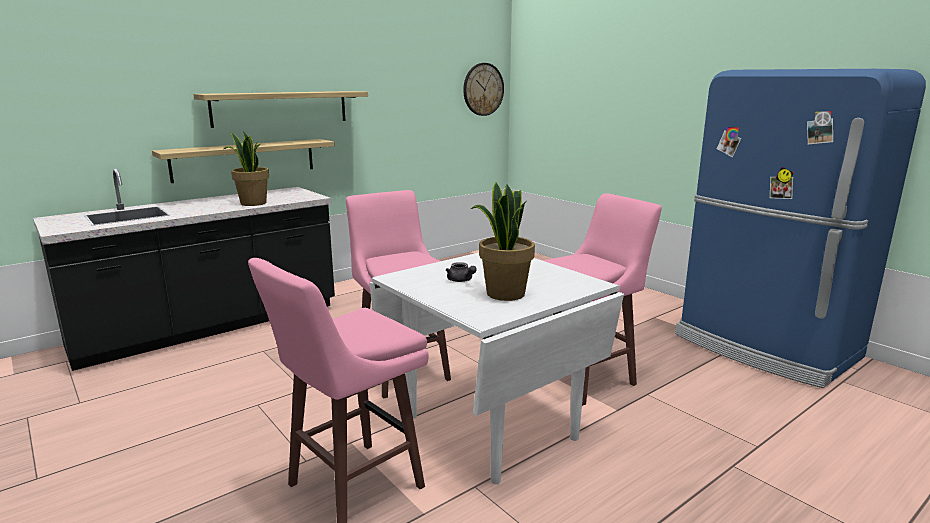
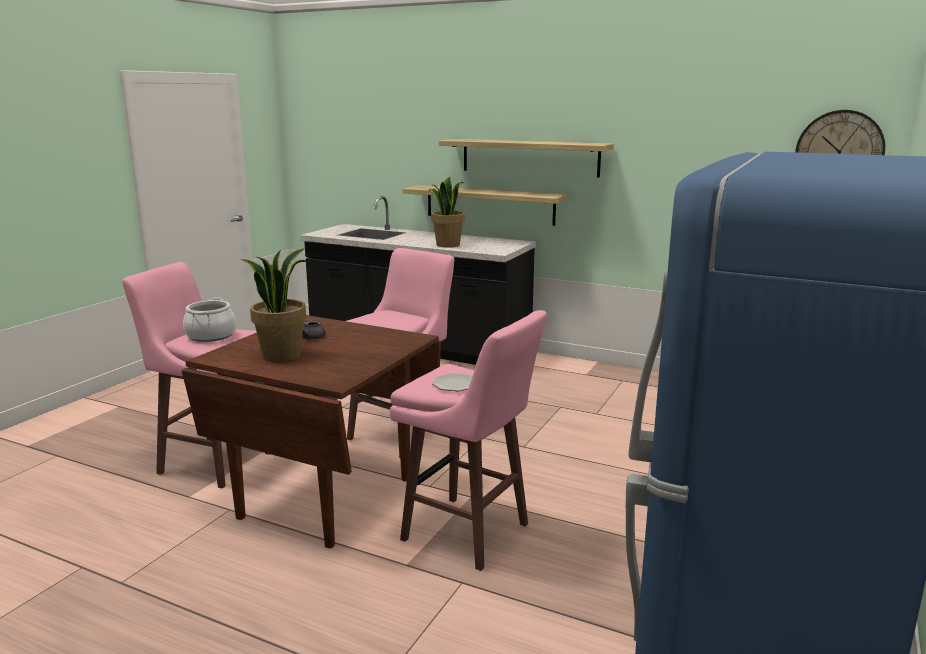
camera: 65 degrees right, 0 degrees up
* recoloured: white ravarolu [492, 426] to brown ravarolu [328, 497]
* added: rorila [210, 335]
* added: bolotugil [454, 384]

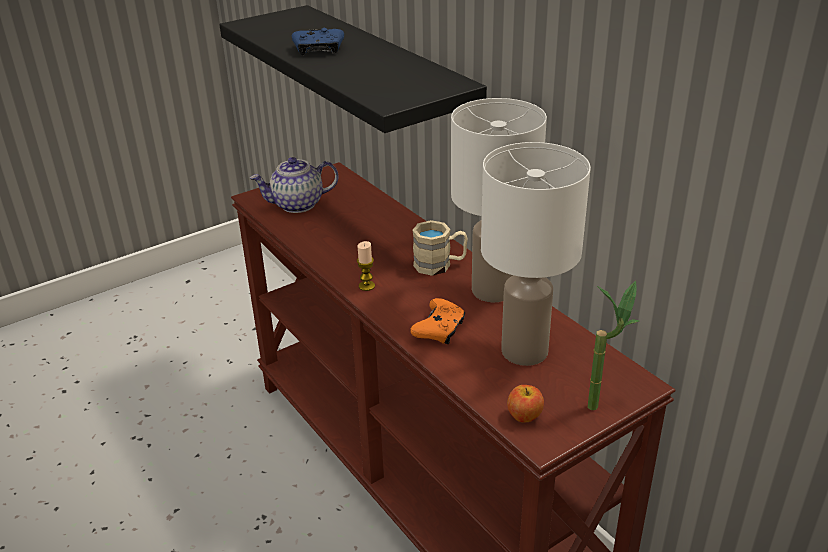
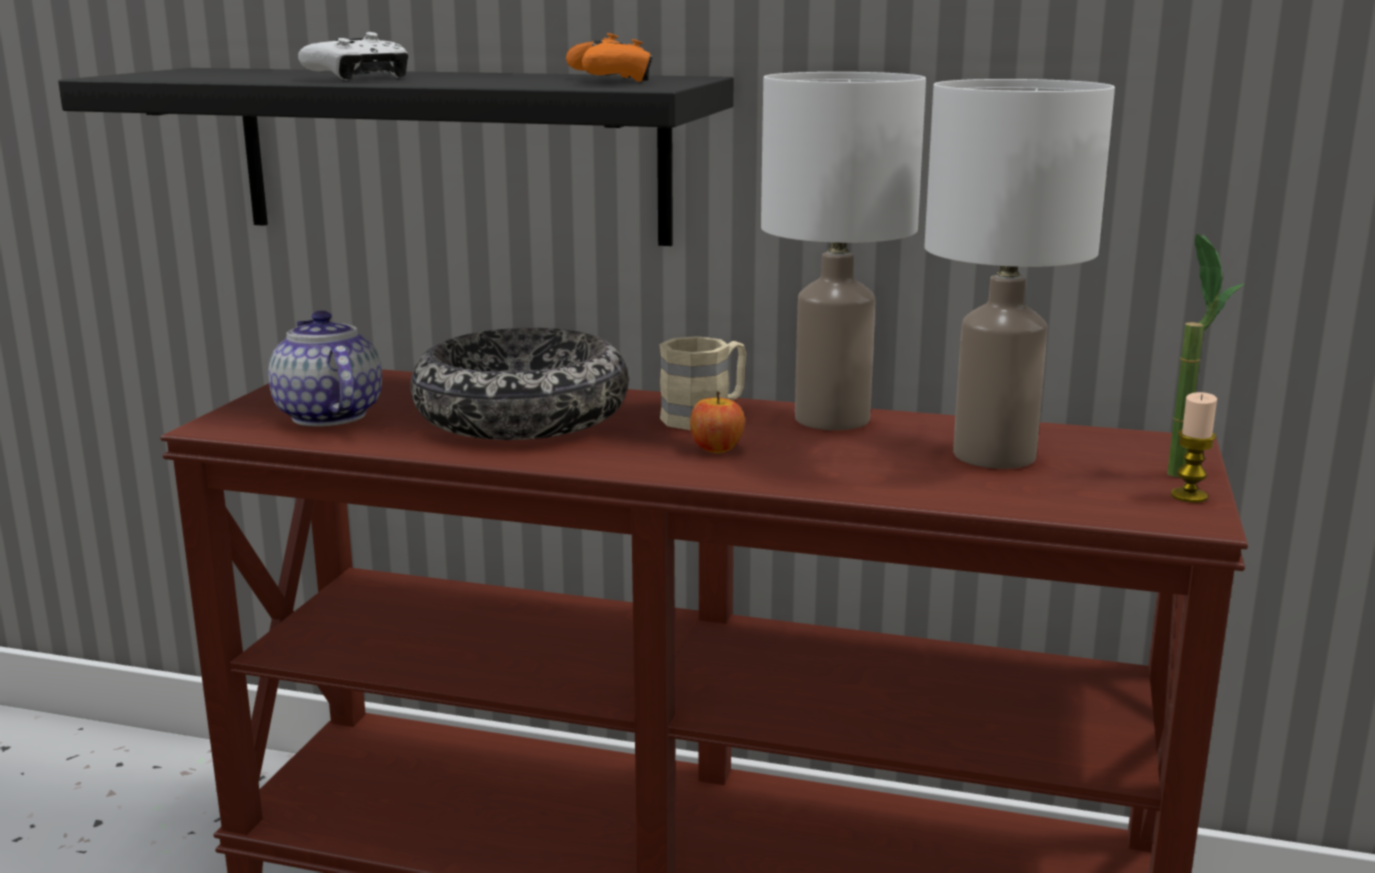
camera: 40 degrees left, 15 degrees down
* turned: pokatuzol [297, 205] = [327, 415] 120 degrees clockwise
* recoloured: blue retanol [318, 50] to white retanol [360, 78]
* added: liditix [522, 416]
* moved: orange retanol [439, 330] to [611, 80]
* moved: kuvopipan [524, 416] to [717, 448]
* moved: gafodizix [366, 286] to [1189, 496]

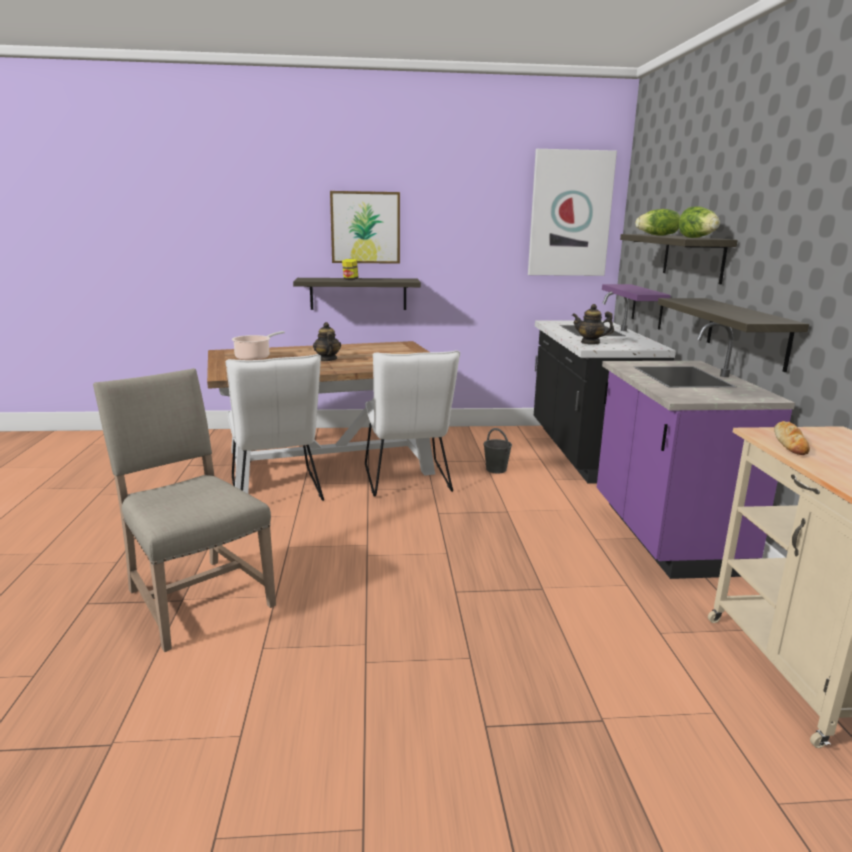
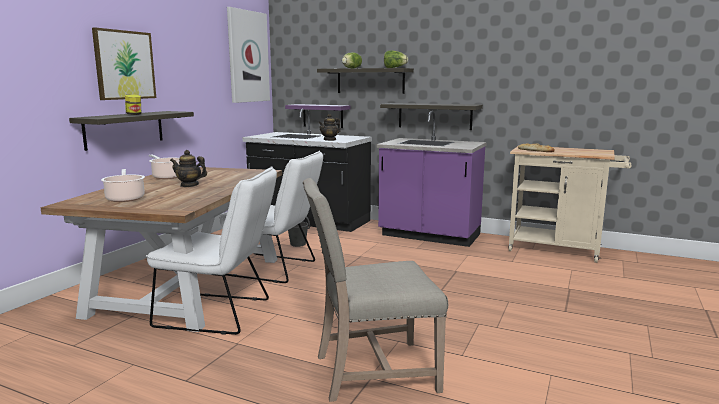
camera: 60 degrees left, 5 degrees down
* added: rorila [167, 177]

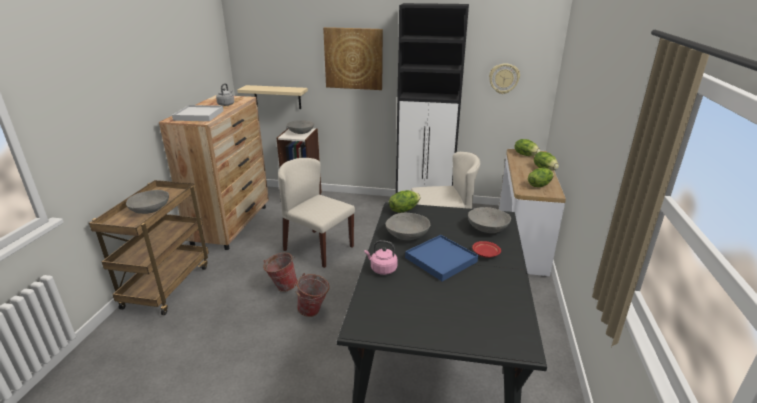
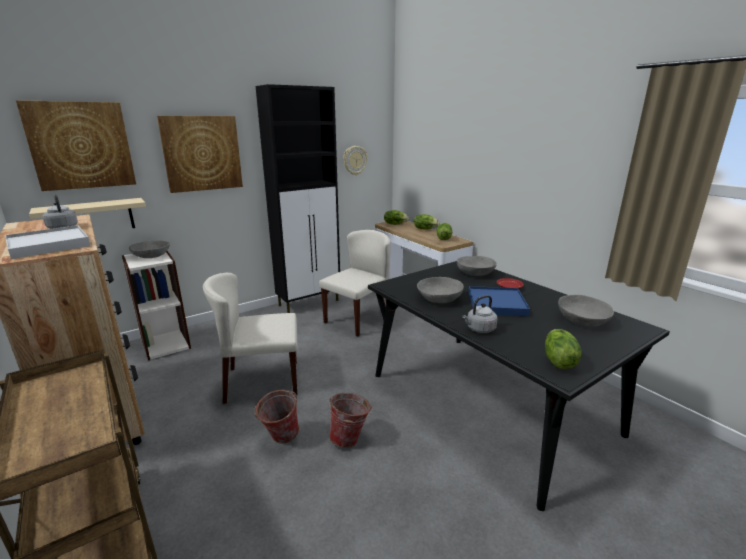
camera: 45 degrees left, 5 degrees down
* added: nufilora [81, 145]
* recoloured: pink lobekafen [382, 269] to grey lobekafen [479, 329]
* moved: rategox [403, 209] to [558, 361]
* moved: grey liditix [150, 209] to [582, 320]

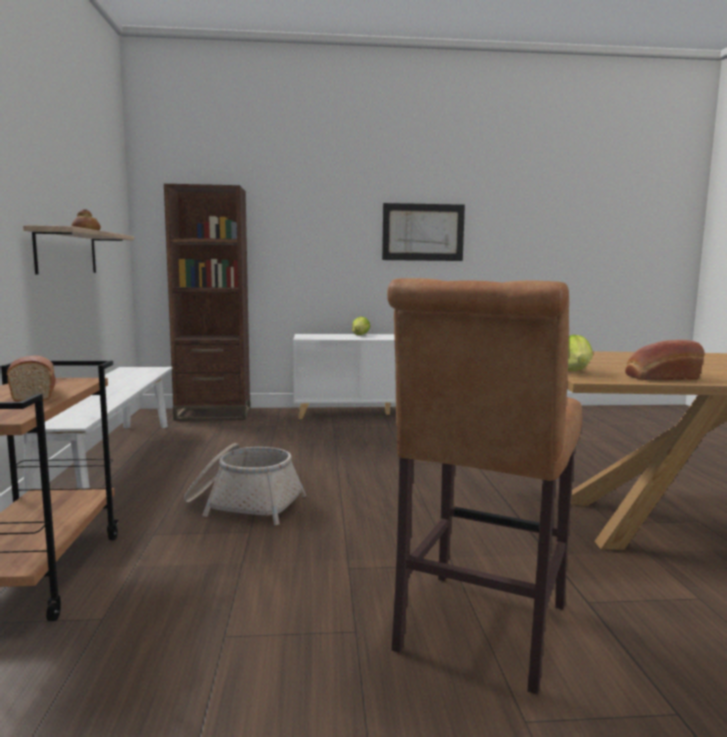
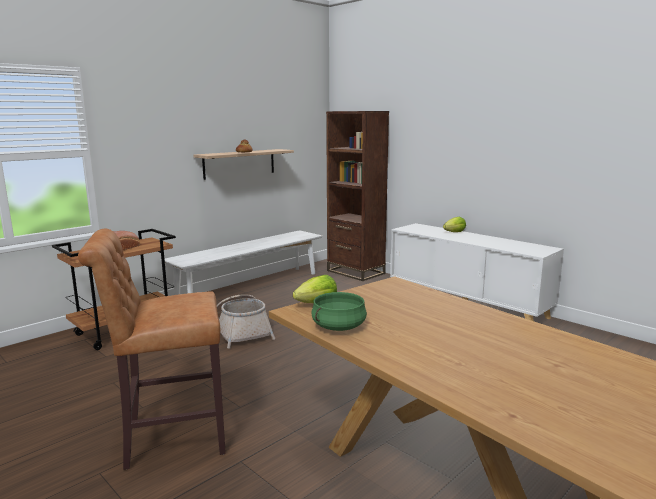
camera: 50 degrees right, 5 degrees up
* replaced: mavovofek [660, 377] to green rorila [338, 326]
* removed: nufilora [423, 232]

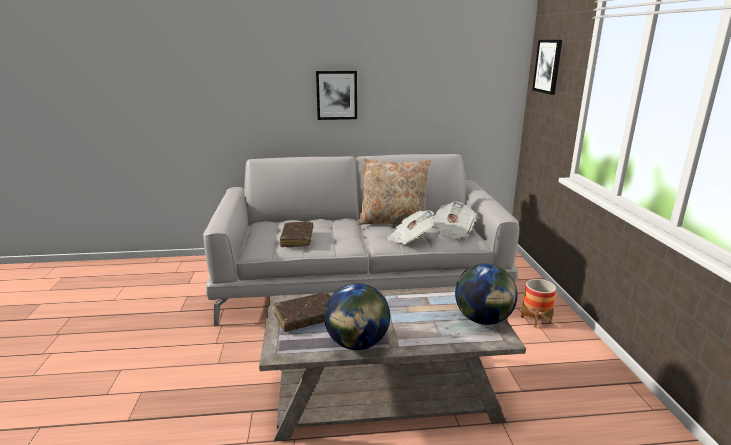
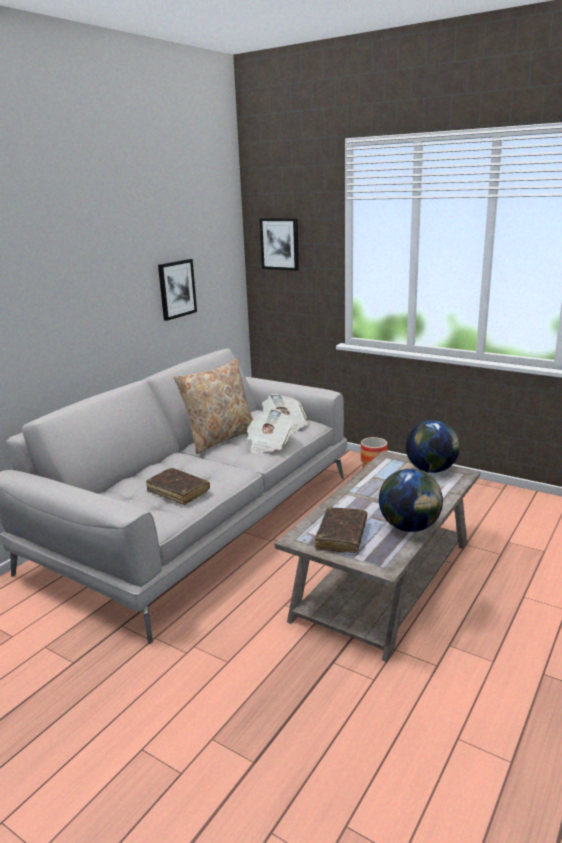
camera: 50 degrees left, 0 degrees up
* moved: nufilora [336, 95] to [176, 289]

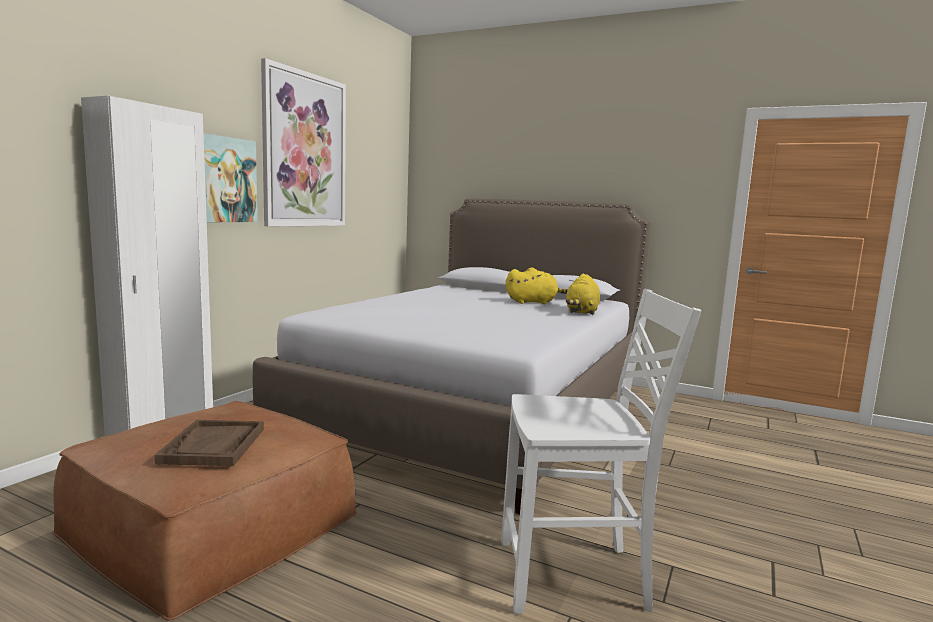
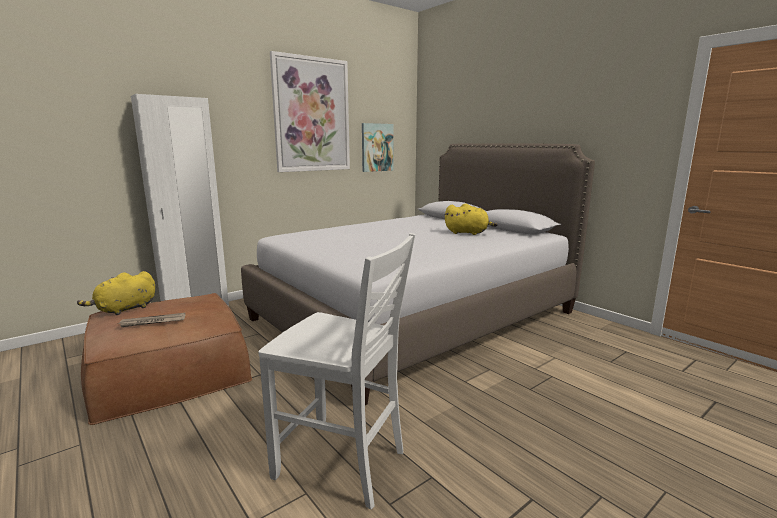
camera: 25 degrees right, 5 degrees up
* moved: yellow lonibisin [582, 312] to [124, 309]
* replaced: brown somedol [213, 445] to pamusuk [152, 322]
* moved: nufilora [226, 180] to [377, 147]

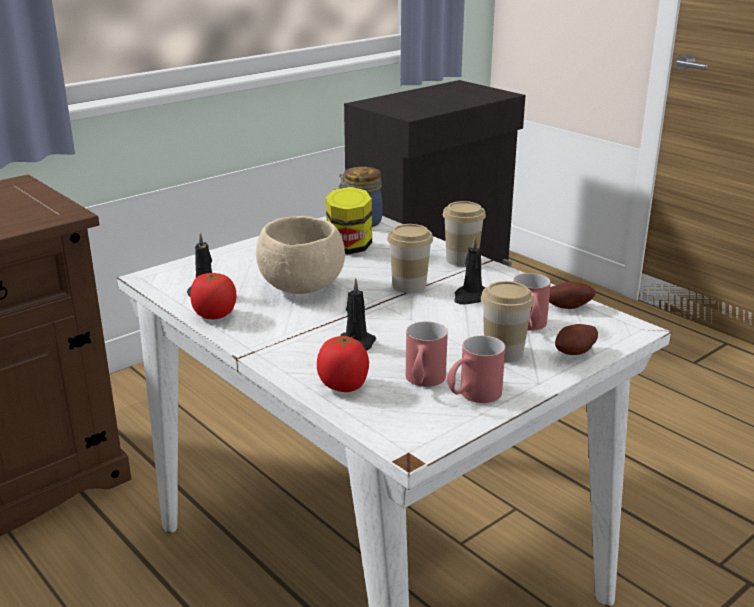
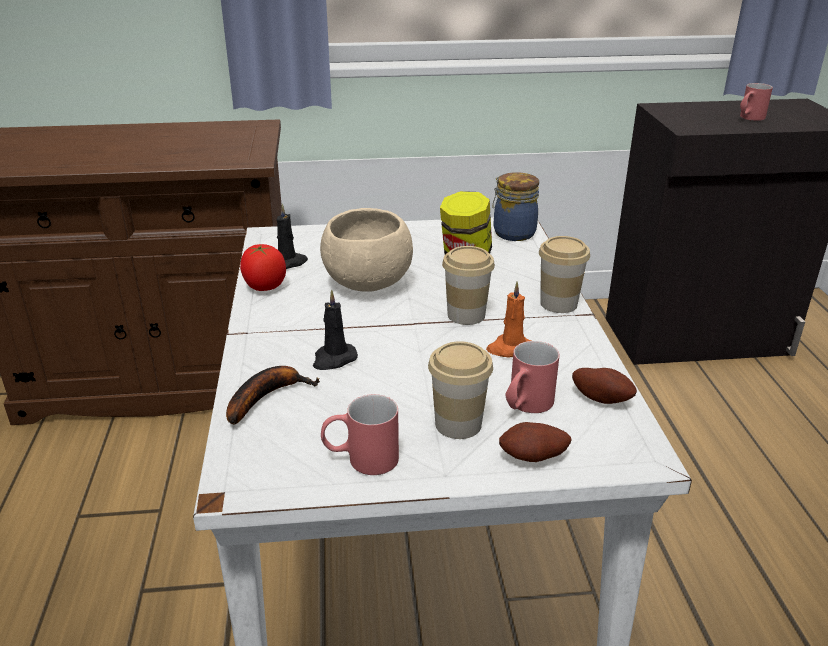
camera: 35 degrees right, 5 degrees up
* replaced: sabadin [344, 386] to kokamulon [267, 397]
* recoloured: black gafodizix [470, 297] to orange gafodizix [509, 349]
* moved: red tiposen [423, 382] to [749, 118]

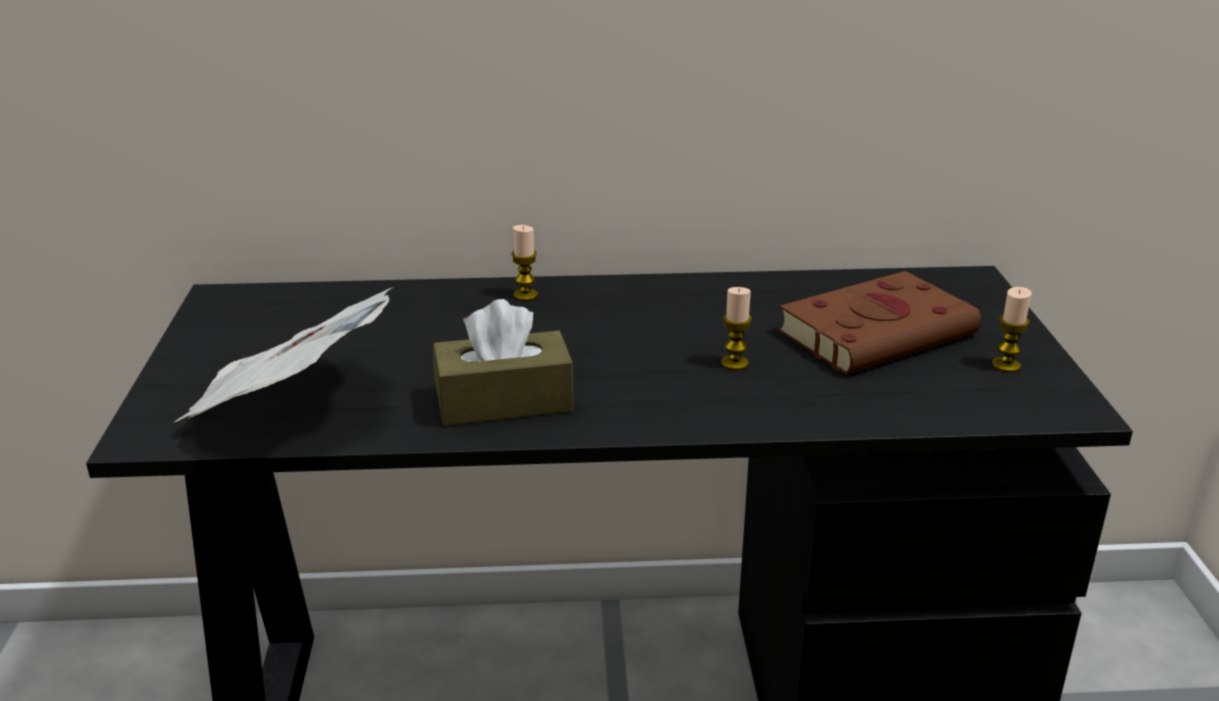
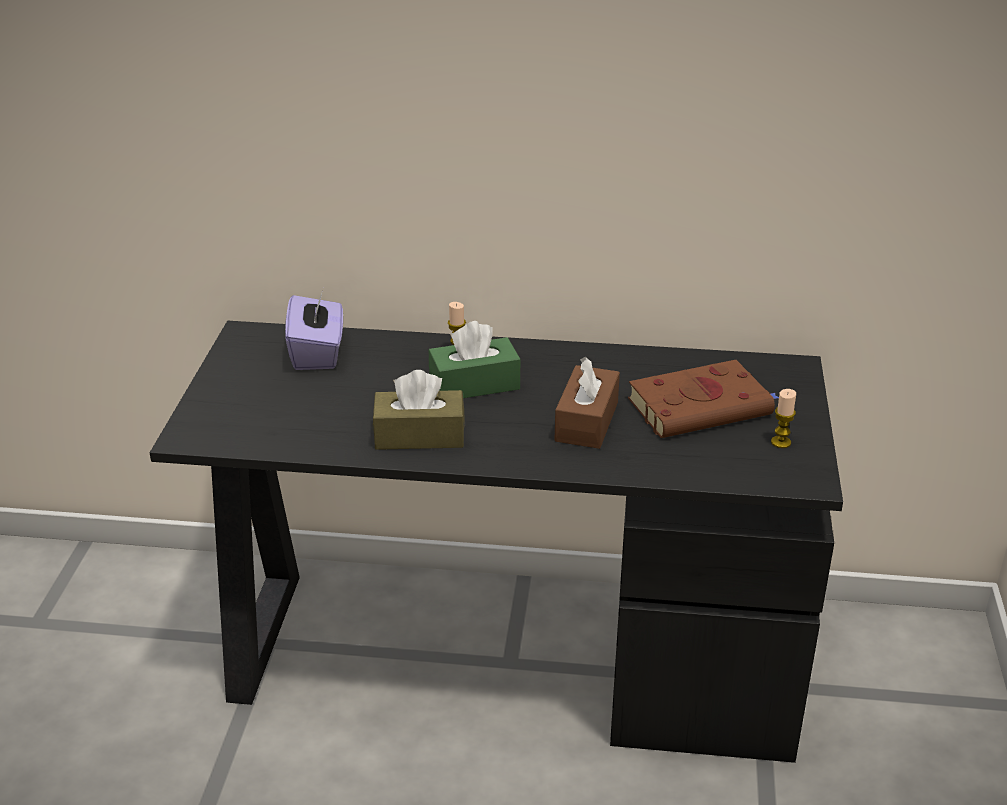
camera: 10 degrees right, 5 degrees up
* added: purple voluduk [317, 353]
* added: green voluduk [474, 384]
* replaced: gafodizix [734, 363] to brown voluduk [586, 421]
* removed: pamusuk [292, 406]

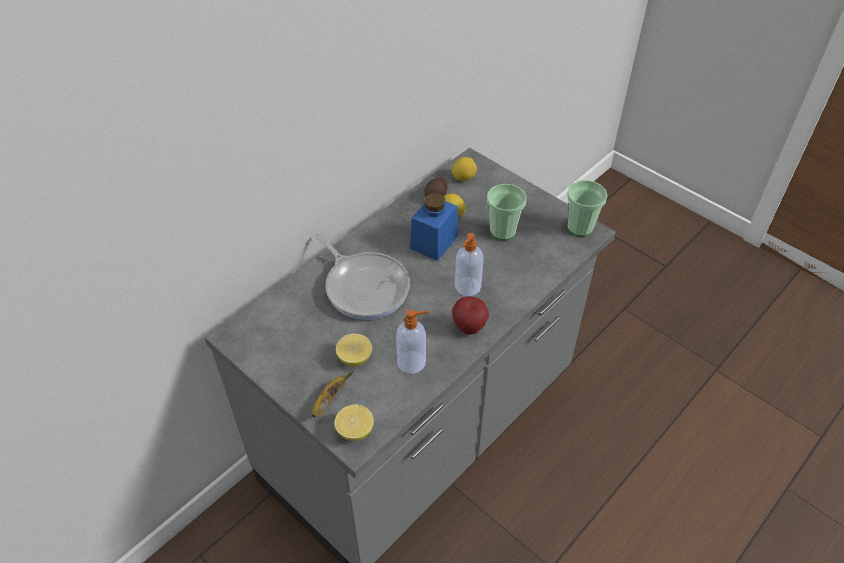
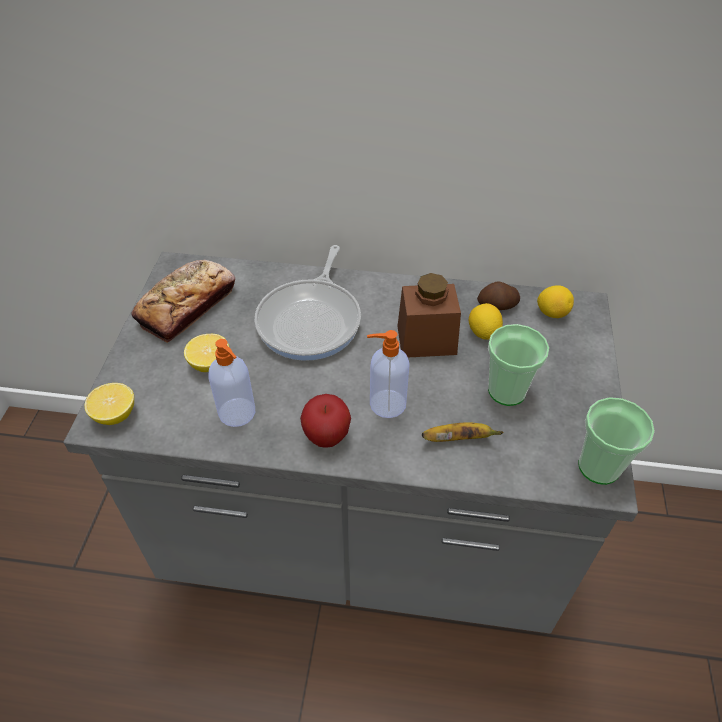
camera: 55 degrees right, 0 degrees up
* added: mavovofek [187, 306]
* recoloured: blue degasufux [434, 242] to brown degasufux [426, 340]
* moved: kokamulon [329, 400] to [458, 439]

